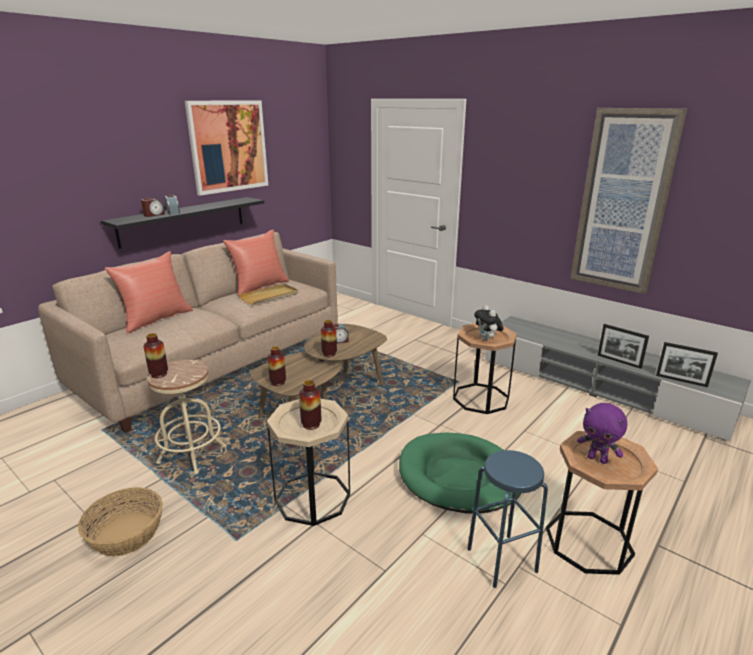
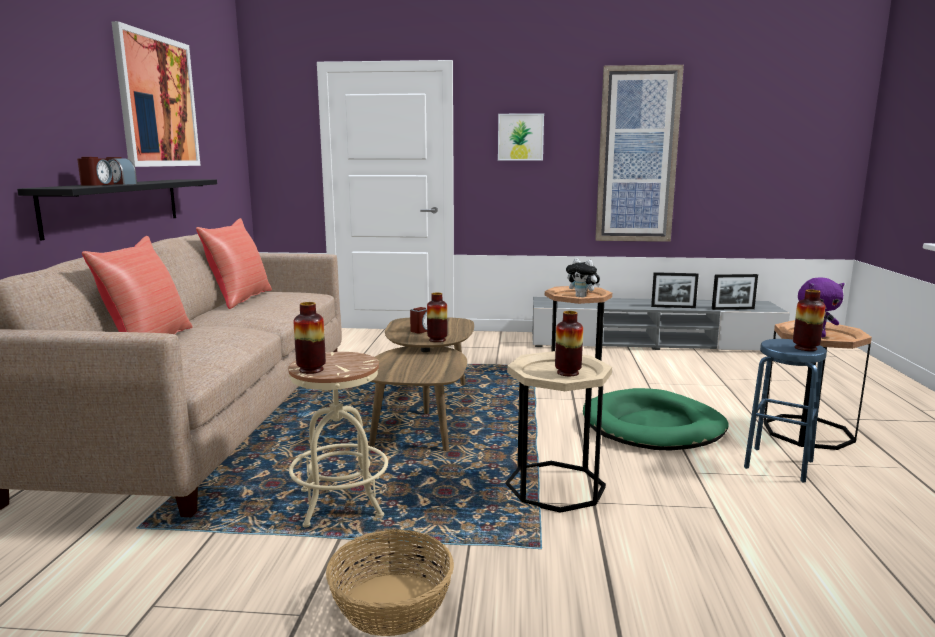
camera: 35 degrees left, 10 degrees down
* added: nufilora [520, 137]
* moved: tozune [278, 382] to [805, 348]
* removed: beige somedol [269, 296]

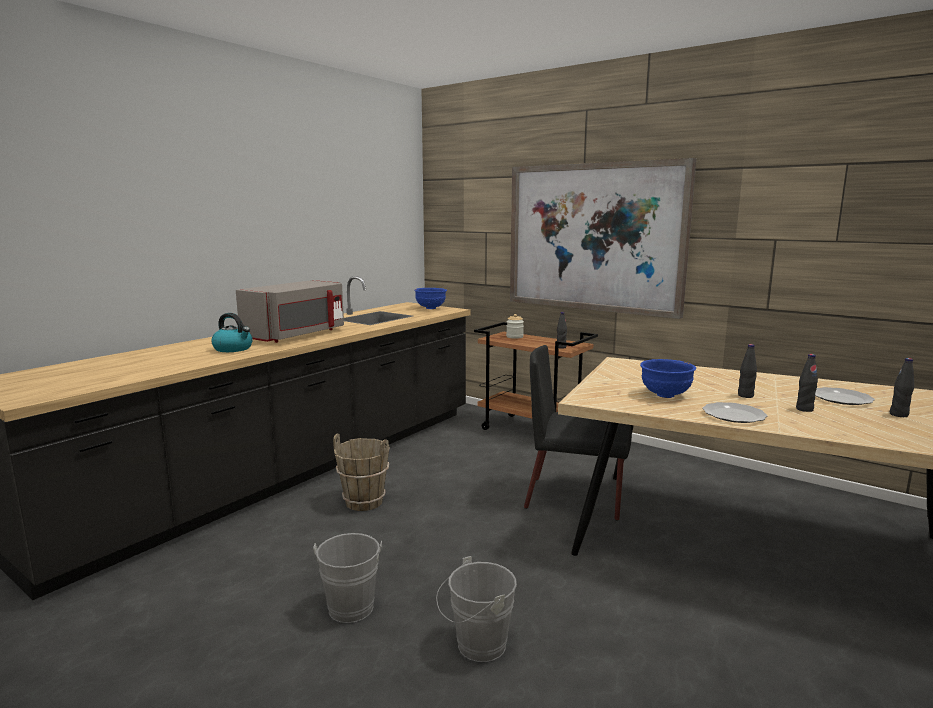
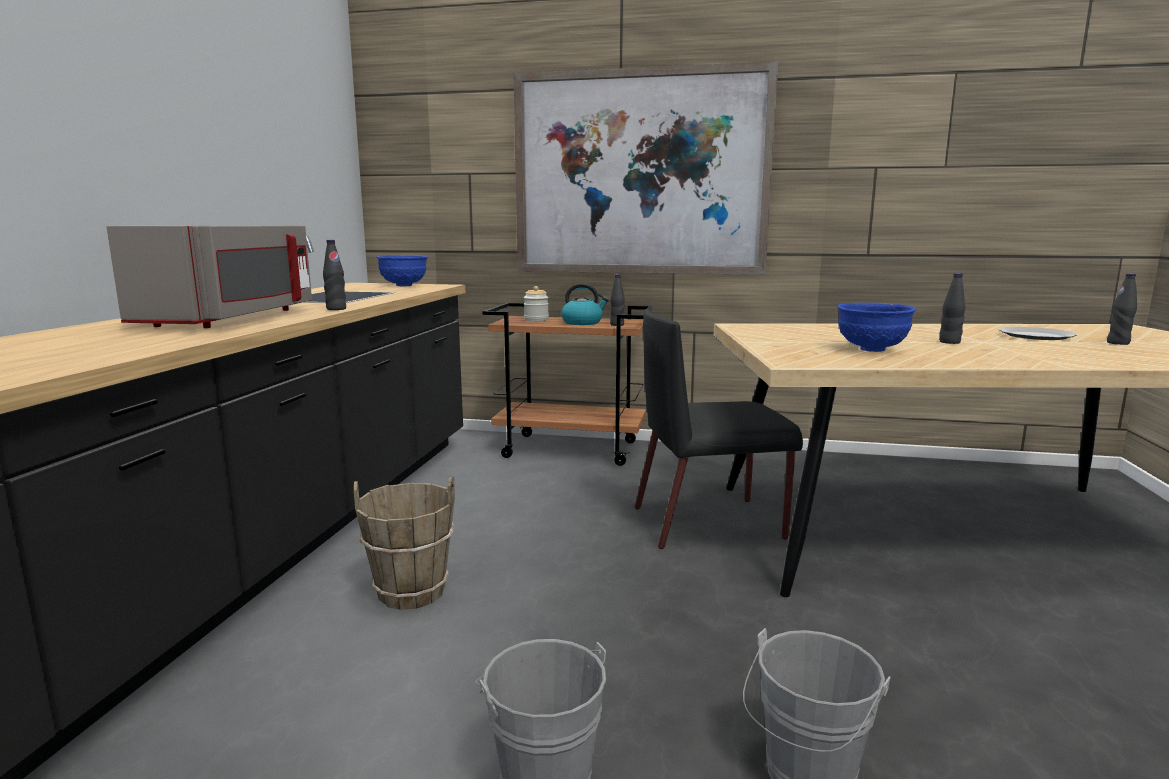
camera: 25 degrees left, 0 degrees up
* moved: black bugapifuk [804, 409] to [336, 309]
* moved: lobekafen [233, 349] to [582, 322]
* removed: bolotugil [734, 415]

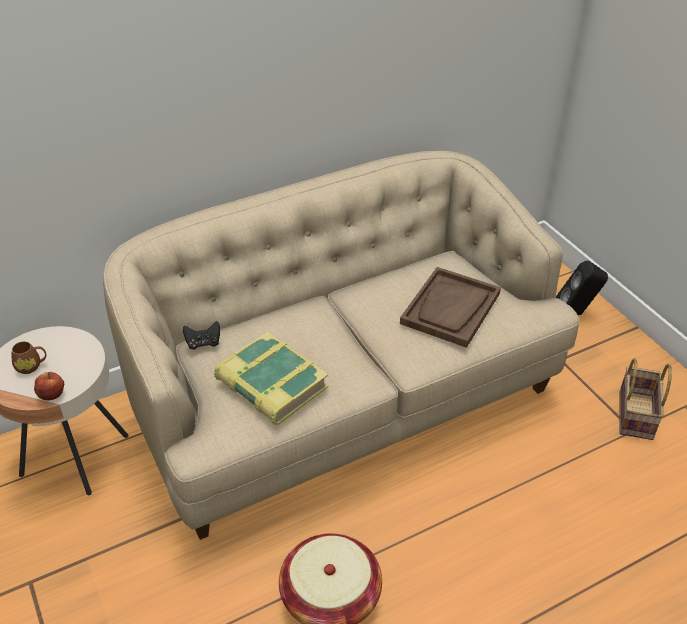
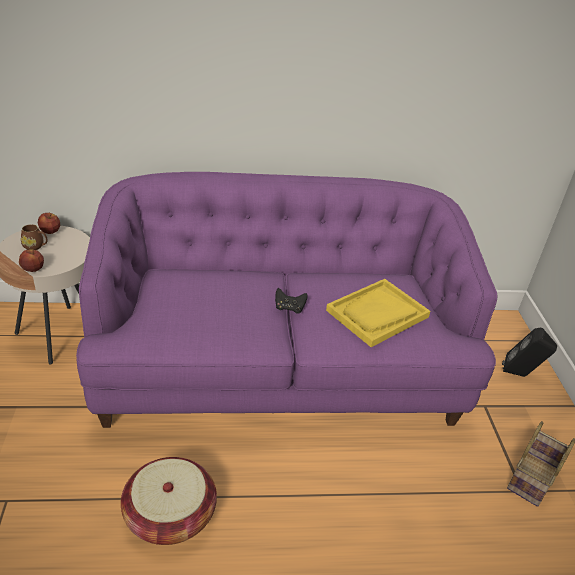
camera: 20 degrees right, 5 degrees down
* added: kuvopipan [50, 231]
* recoloured: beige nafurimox [344, 400] to purple nafurimox [279, 369]
* moved: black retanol [203, 343] to [289, 308]
* recoloured: brown somedol [450, 309] to yellow somedol [377, 314]
* removed: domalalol [271, 385]

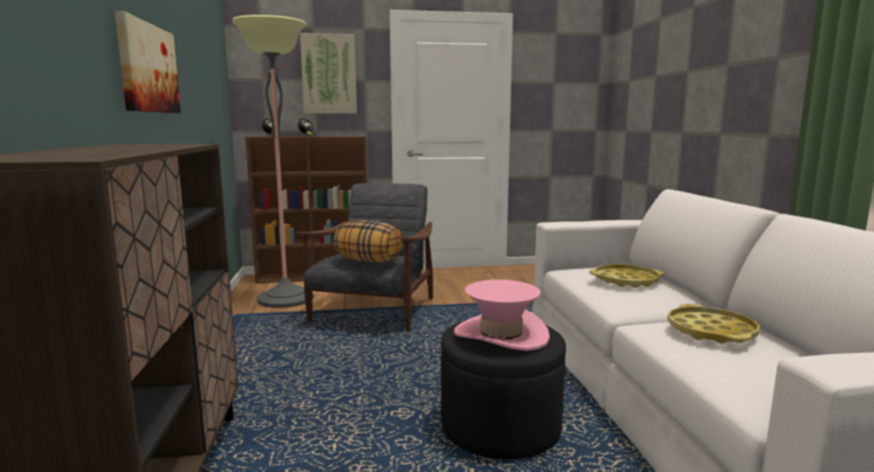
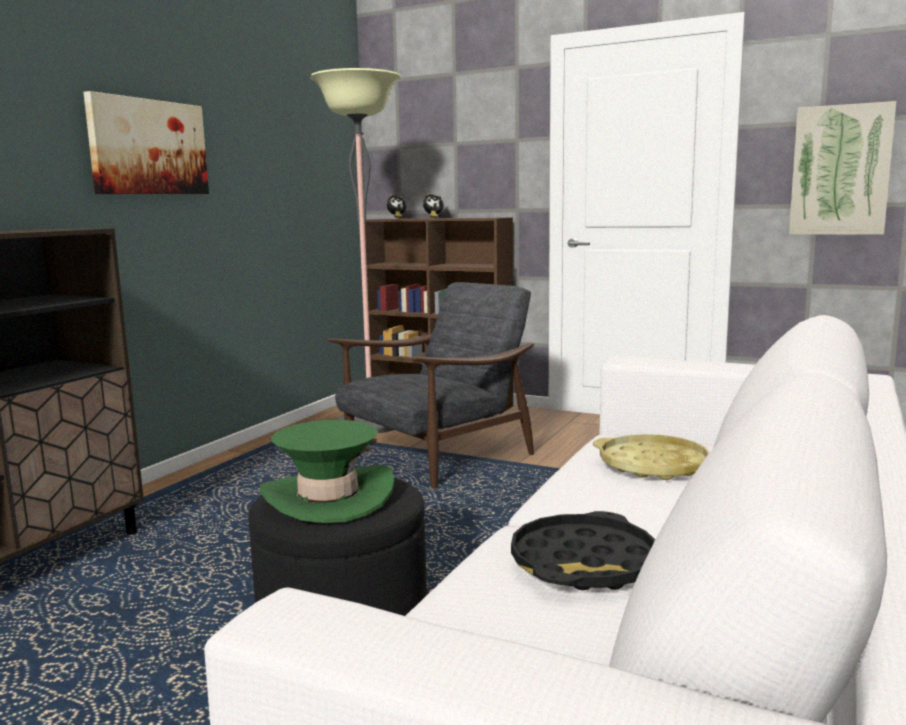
camera: 35 degrees right, 0 degrees up
* recoloured: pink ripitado [501, 335] to green ripitado [328, 497]
* recoloured: yellow somedol [711, 331] to black somedol [583, 563]
* moved: nufilora [329, 74] to [840, 170]
* removed: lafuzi [369, 261]

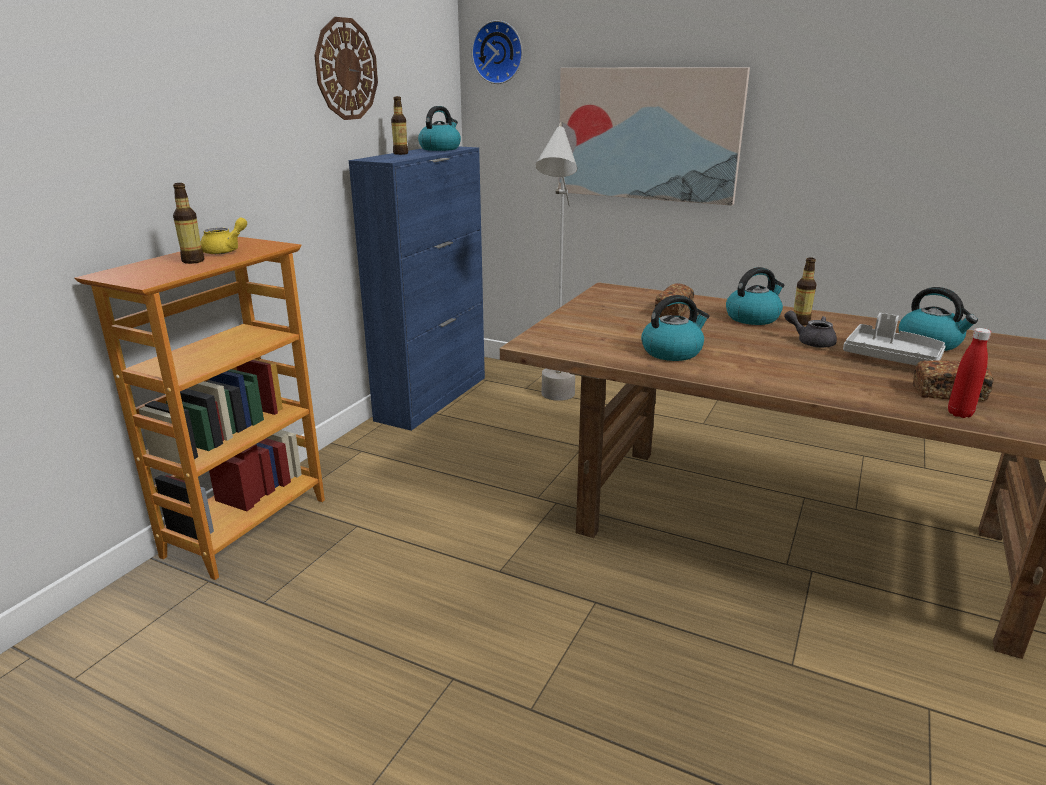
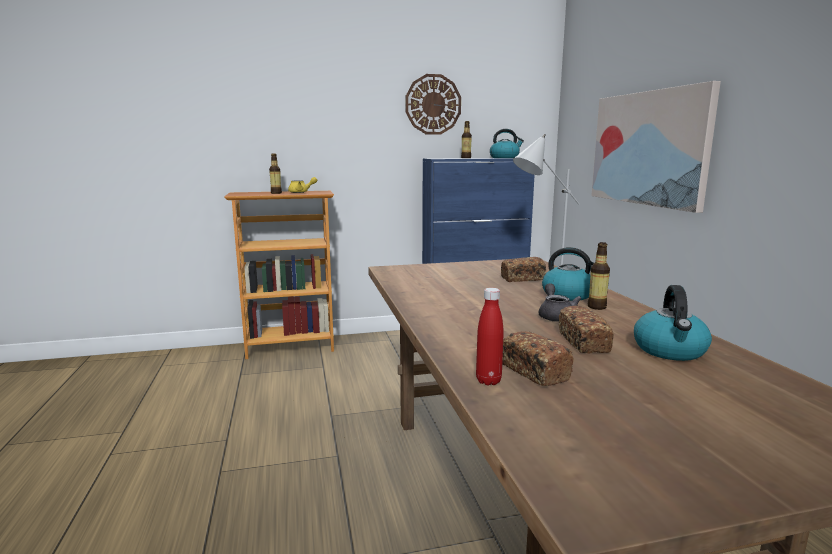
camera: 50 degrees right, 10 degrees down
* replaced: grey somedol [891, 358] to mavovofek [583, 342]
* removed: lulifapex [499, 52]
* removed: lobekafen [672, 352]

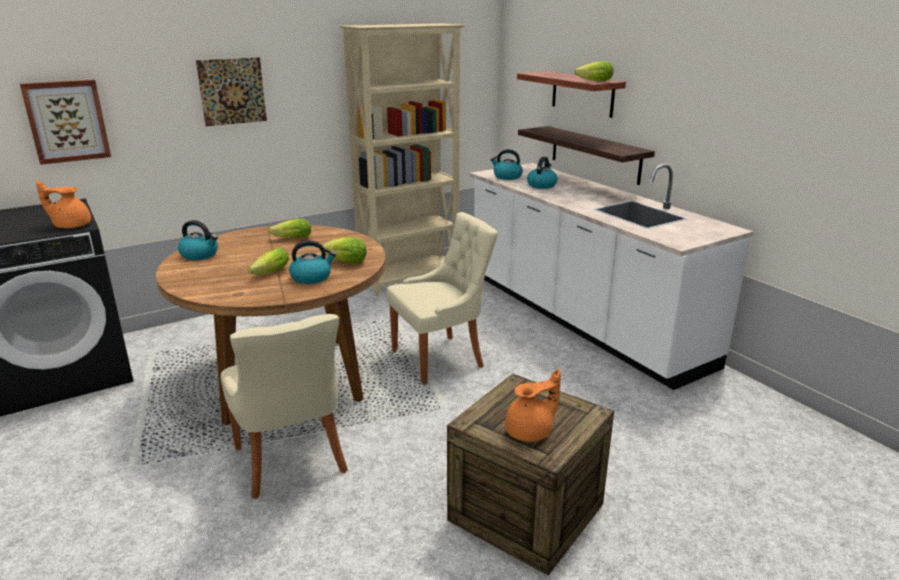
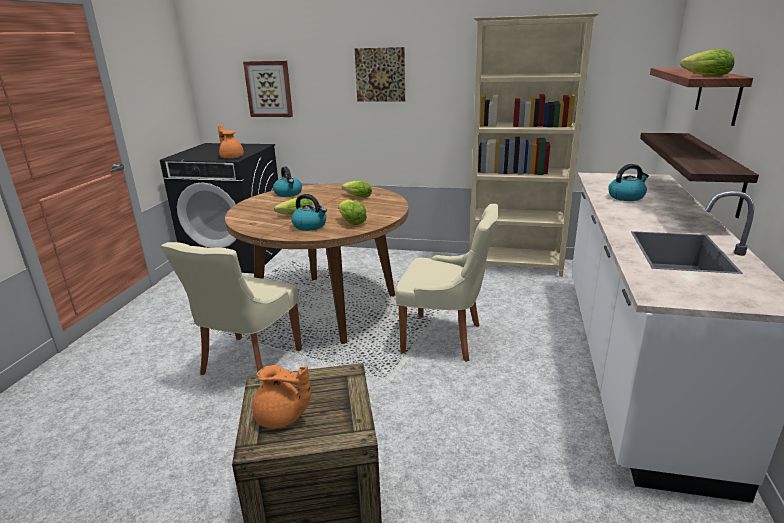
camera: 45 degrees right, 0 degrees up
* removed: lobekafen [507, 177]

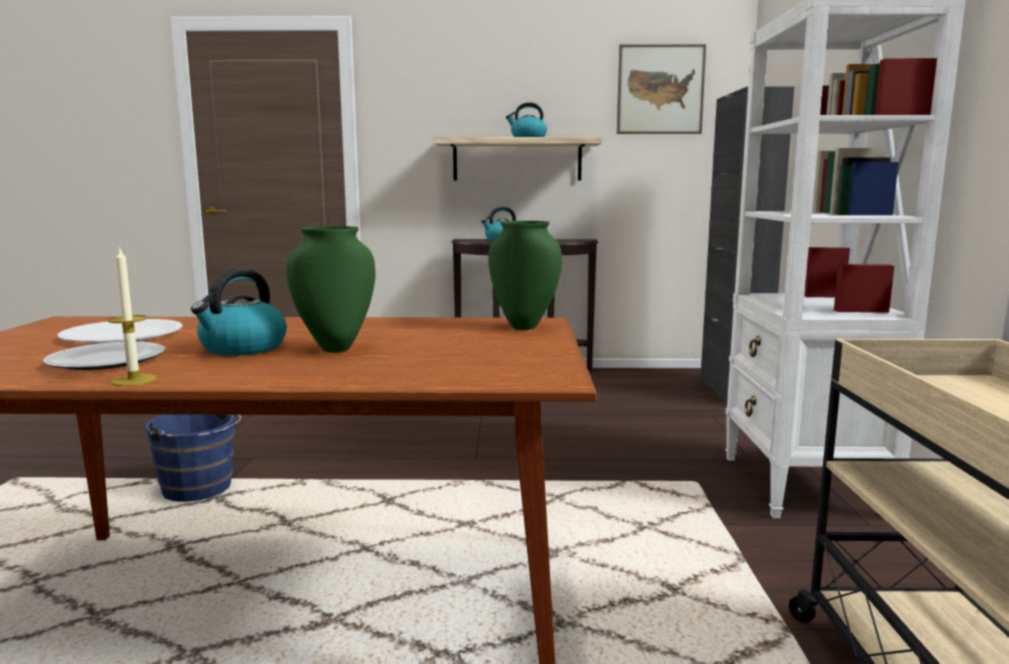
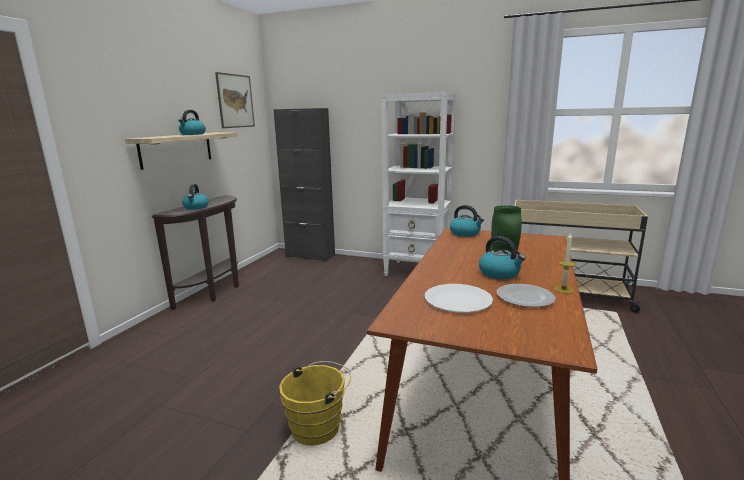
camera: 70 degrees left, 5 degrees up
* recoloured: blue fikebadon [200, 491] to yellow fikebadon [319, 427]
* replaced: green tozune [525, 327] to lobekafen [465, 233]

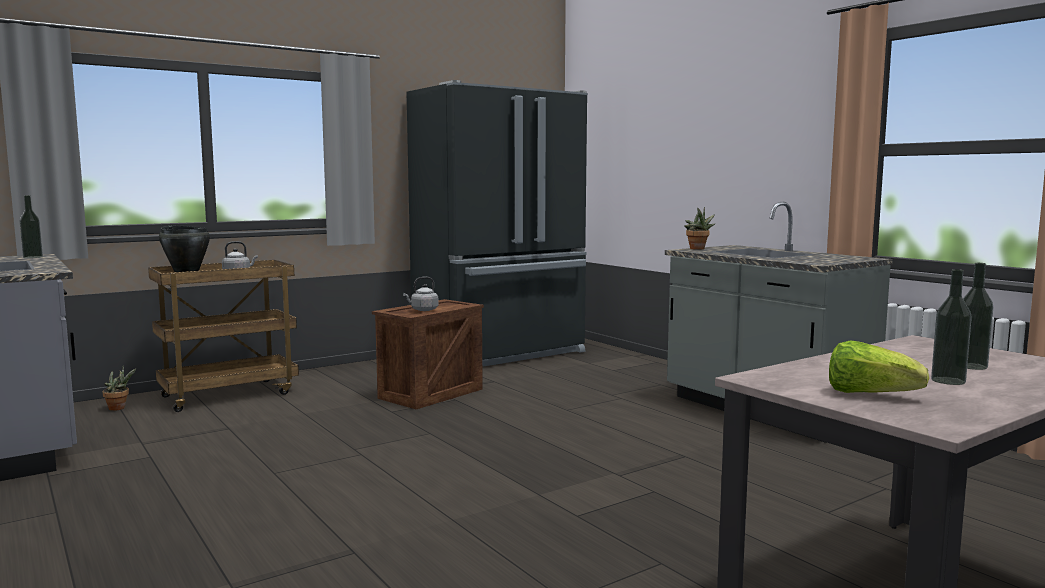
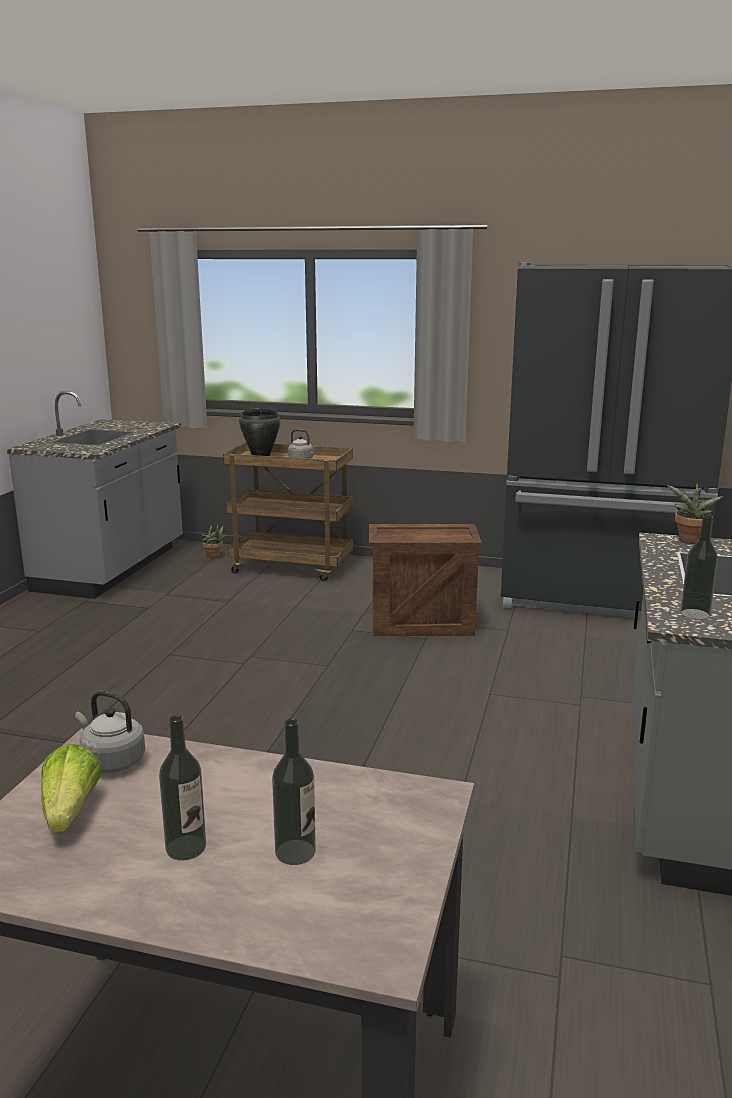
camera: 50 degrees right, 10 degrees up
* moved: grey lobekafen [423, 310] to [111, 761]
* moved: bugapifuk [32, 257] to [695, 614]

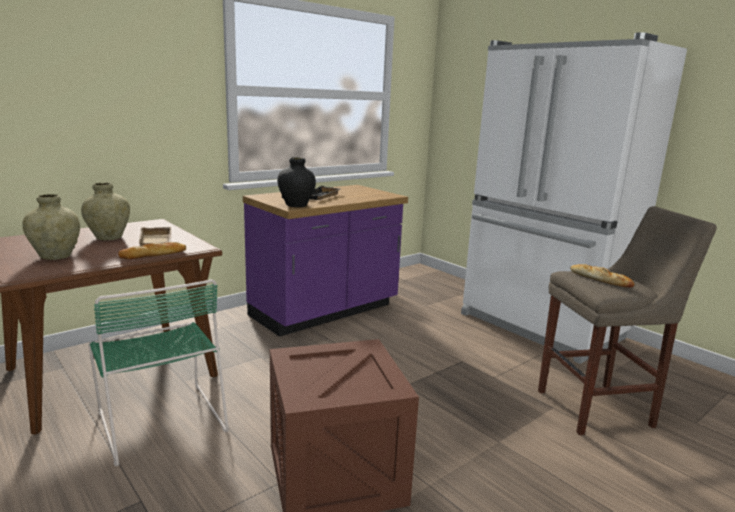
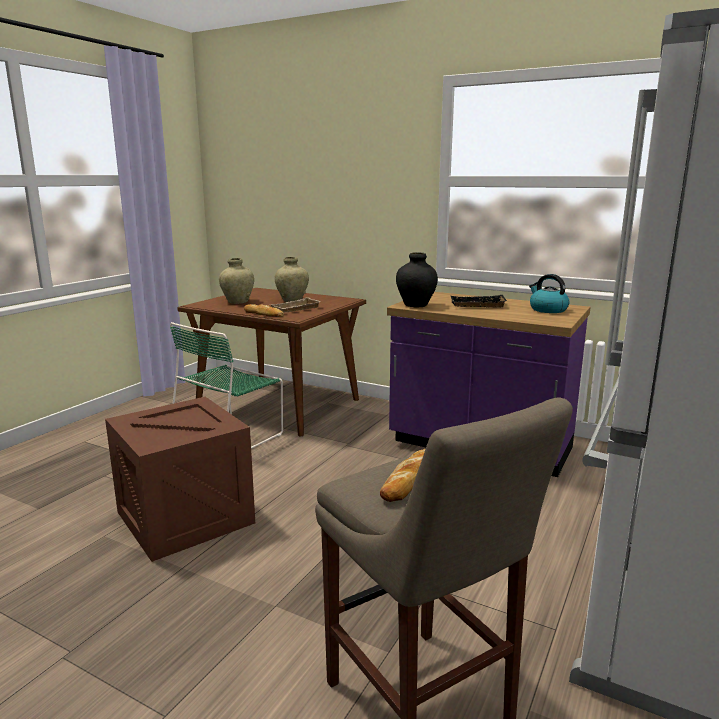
camera: 70 degrees right, 0 degrees up
* added: lobekafen [547, 310]

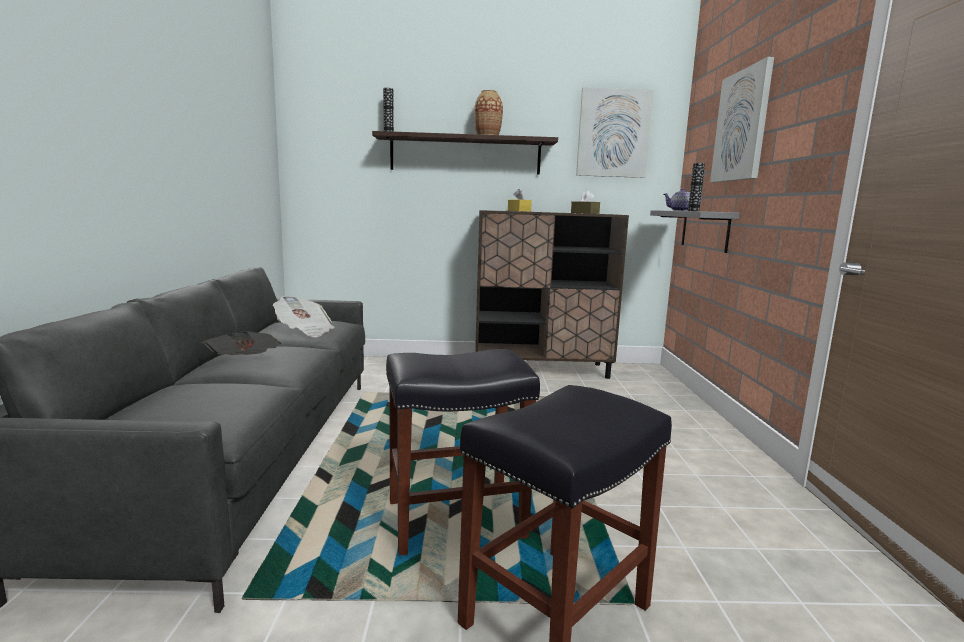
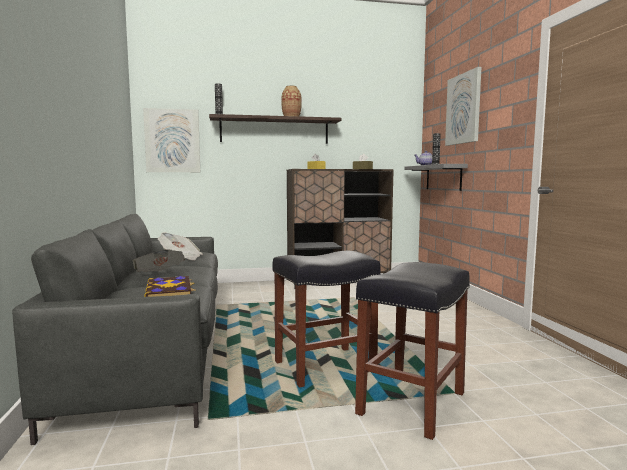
camera: 10 degrees left, 5 degrees down
* moved: nufilora [613, 133] to [172, 141]
* added: domalalol [170, 289]

